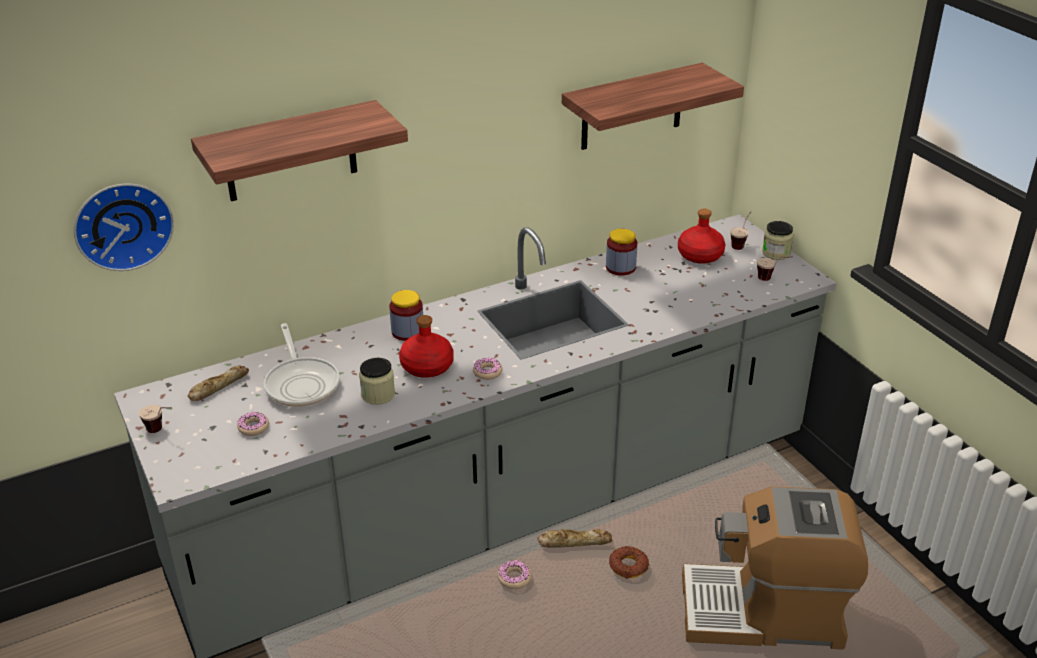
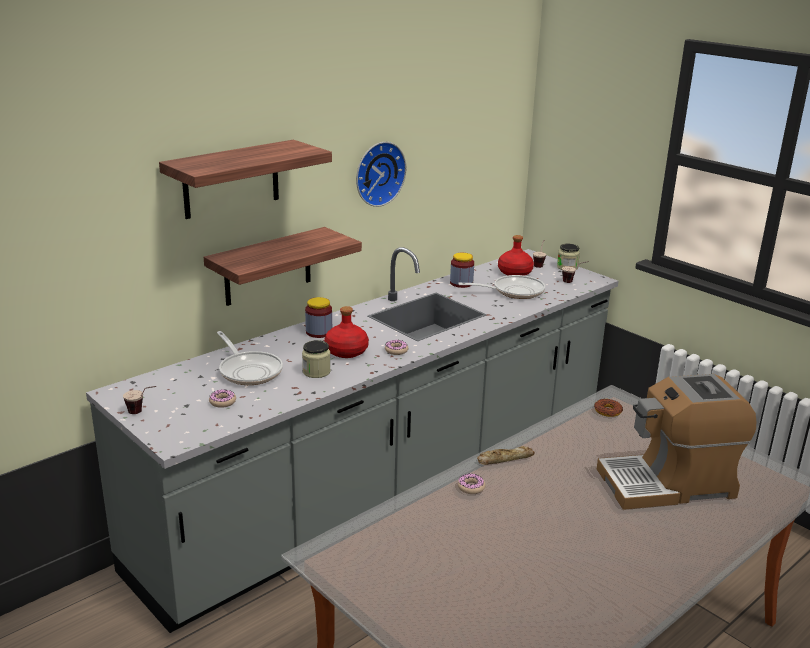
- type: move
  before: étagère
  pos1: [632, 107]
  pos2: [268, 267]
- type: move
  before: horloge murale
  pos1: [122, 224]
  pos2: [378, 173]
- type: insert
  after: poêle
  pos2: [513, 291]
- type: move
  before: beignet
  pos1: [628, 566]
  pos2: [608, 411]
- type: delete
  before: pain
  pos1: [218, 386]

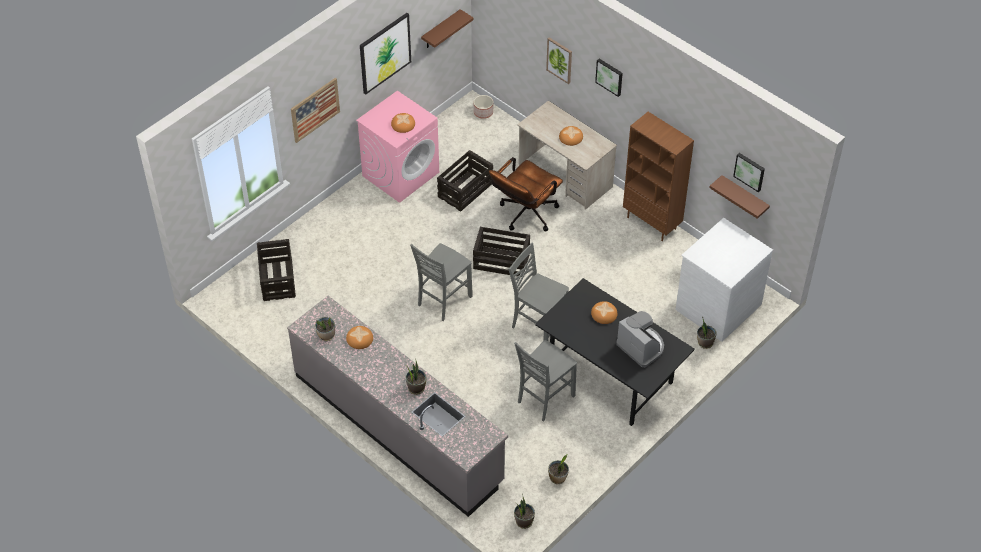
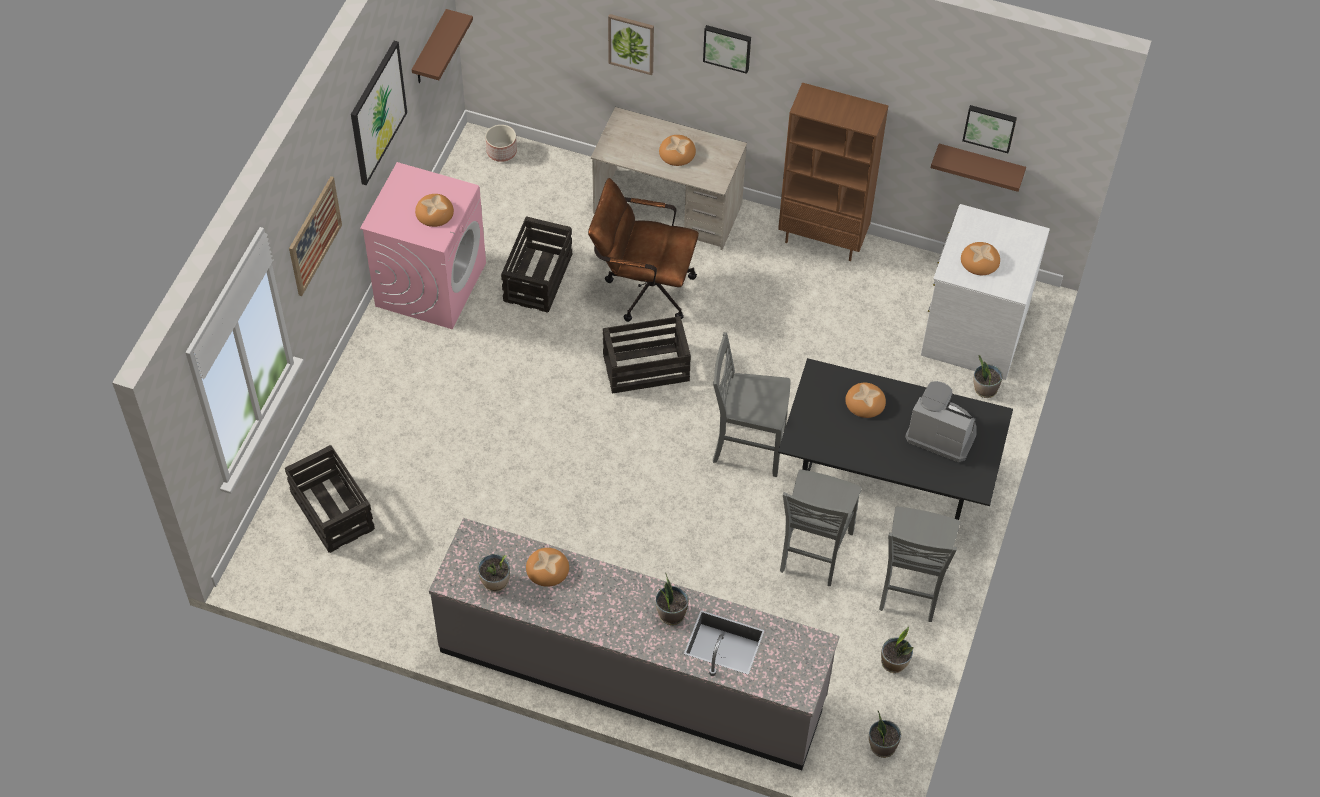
- type: rotate
  before: chaise de bureau (marron)
  pos1: [525, 216]
  pos2: [643, 288]
  turn: 90
- type: move
  before: chaise (gris)
  pos1: [443, 301]
  pos2: [911, 588]
- type: insert
  after: pain
  pos2: [979, 261]

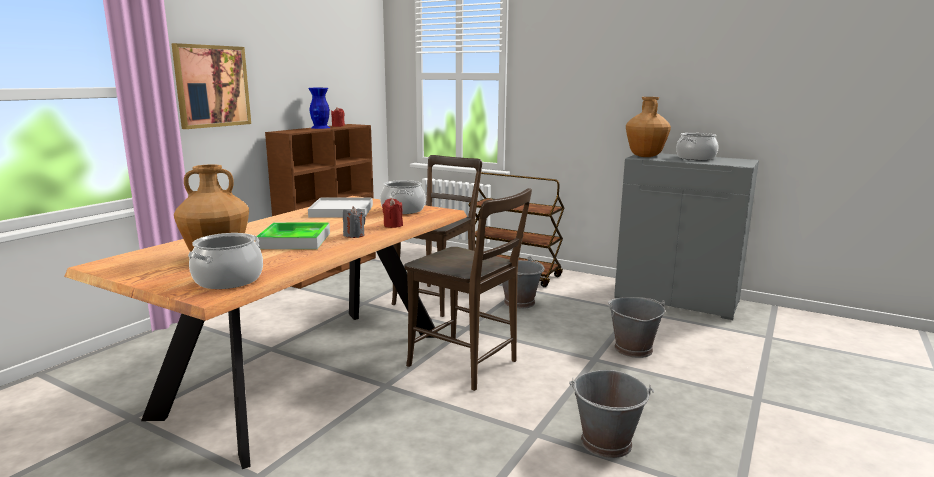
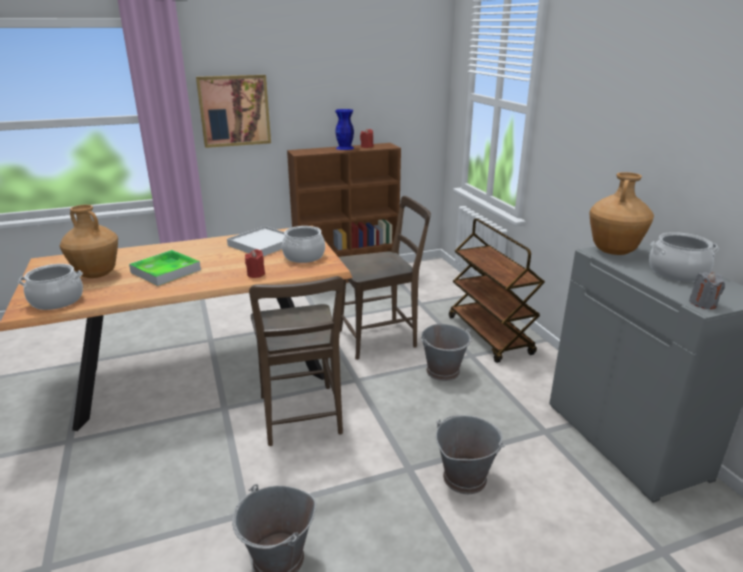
- type: move
  before: bougie (gris)
  pos1: [354, 235]
  pos2: [703, 303]

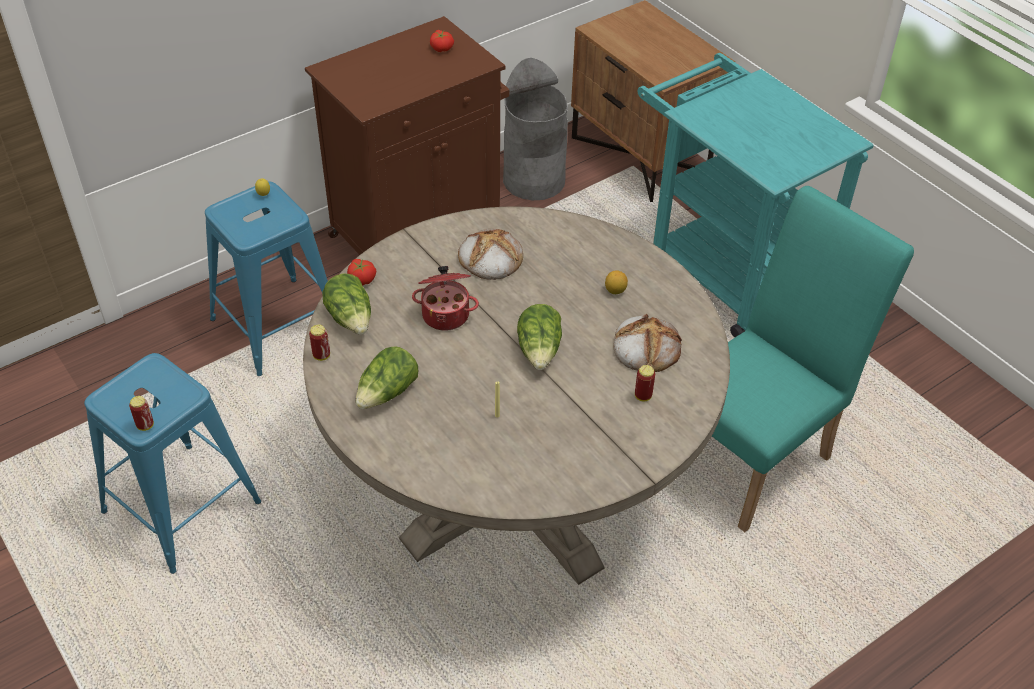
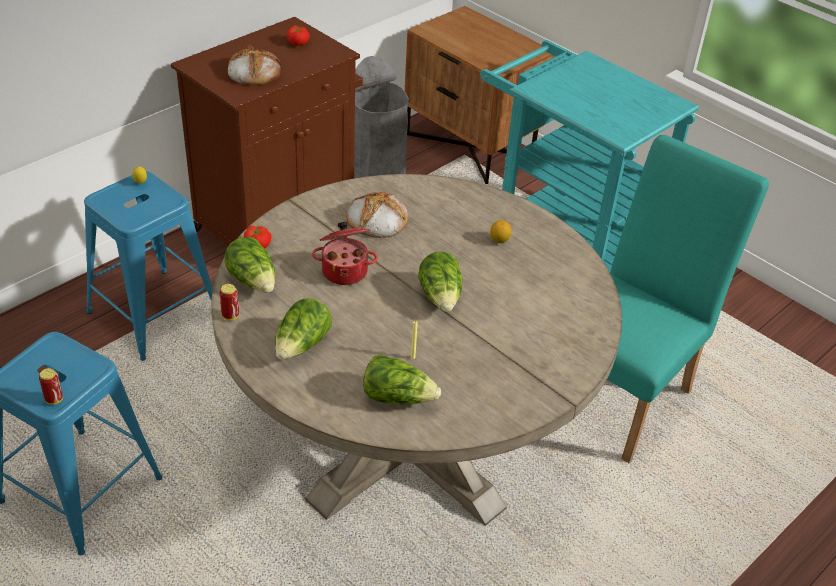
- type: move
  before: pain
  pos1: [645, 347]
  pos2: [253, 71]
- type: insert
  after: laitue
  pos2: [397, 397]
- type: delete
  before: boîte métallique
  pos1: [643, 396]

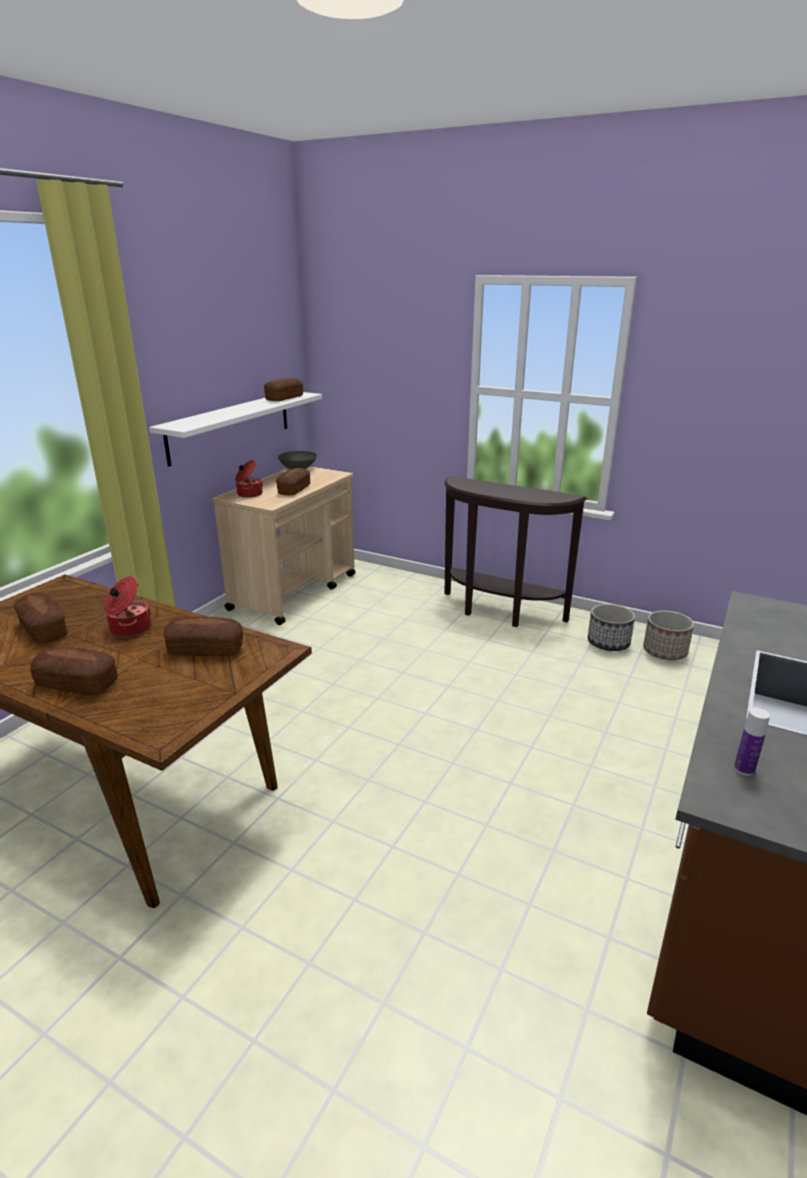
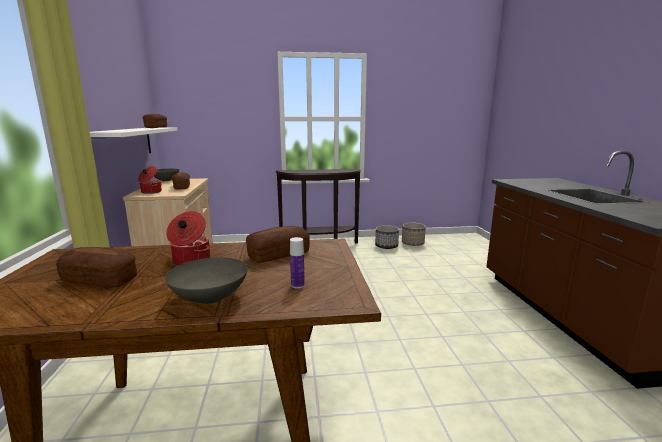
- type: replace
  before: pain
  after: bol (gris)
  pos1: [77, 684]
  pos2: [209, 298]
- type: move
  before: bouteille
  pos1: [744, 769]
  pos2: [297, 285]

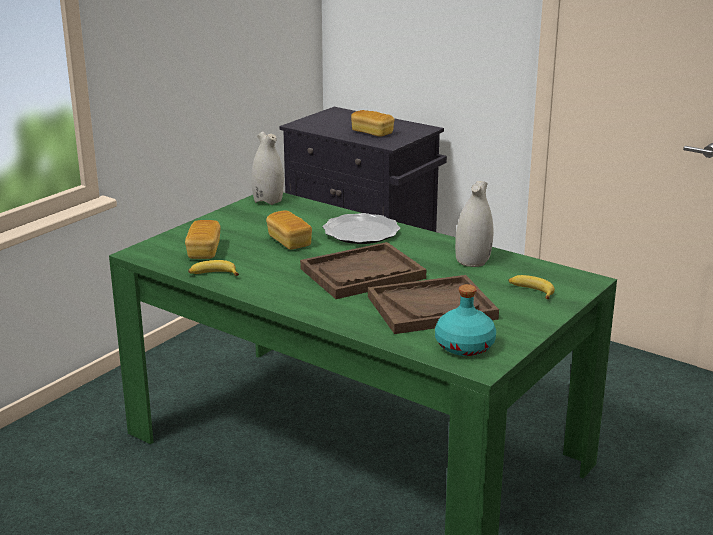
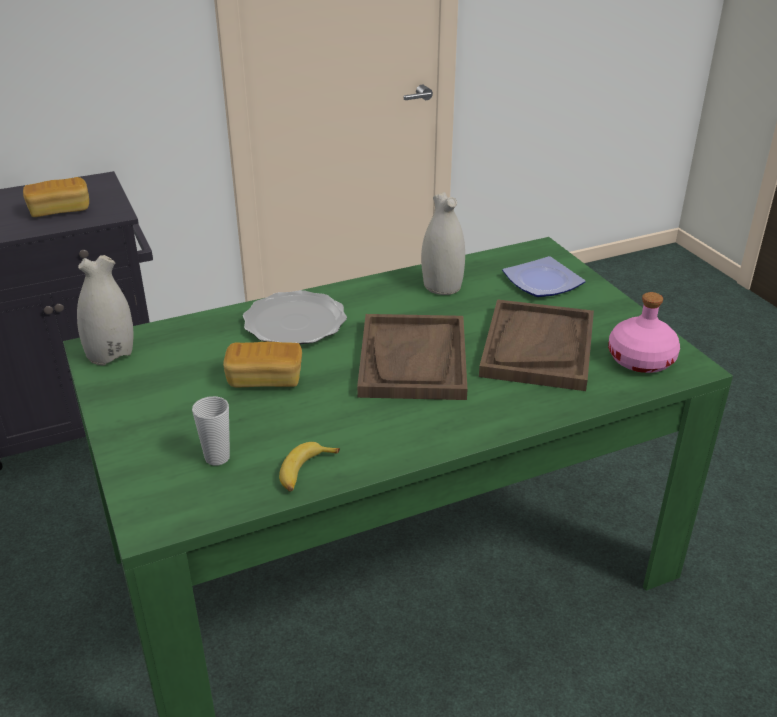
- type: replace
  before: pain
  after: tasse
  pos1: [204, 251]
  pos2: [217, 457]
- type: replace
  before: banane
  after: assiette
  pos1: [531, 291]
  pos2: [542, 283]
- type: recolor
  before: bouteille (turquoise)
  after: bouteille (rose)
  pos1: [465, 346]
  pos2: [641, 359]

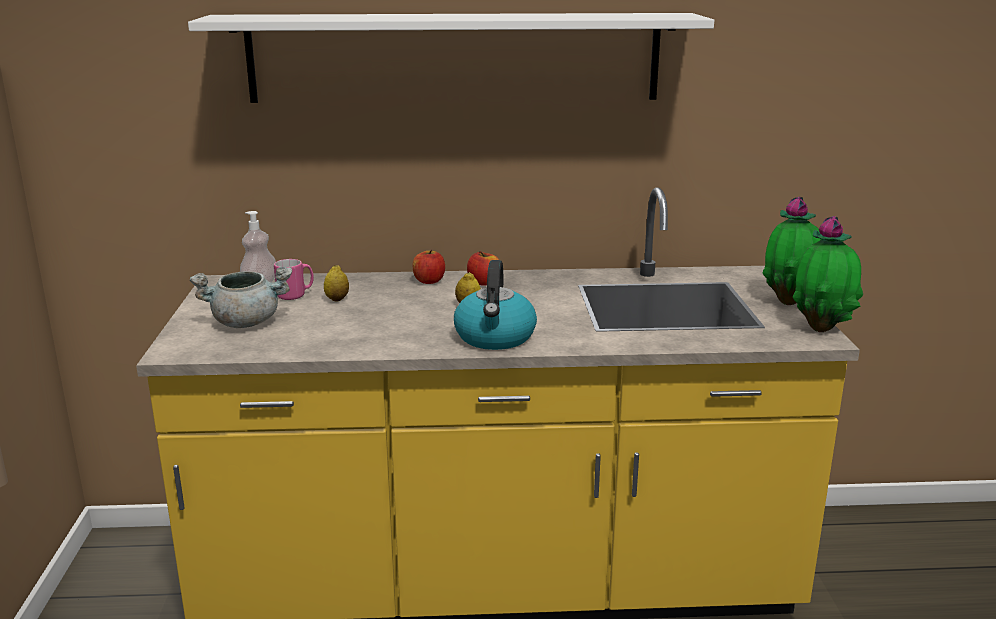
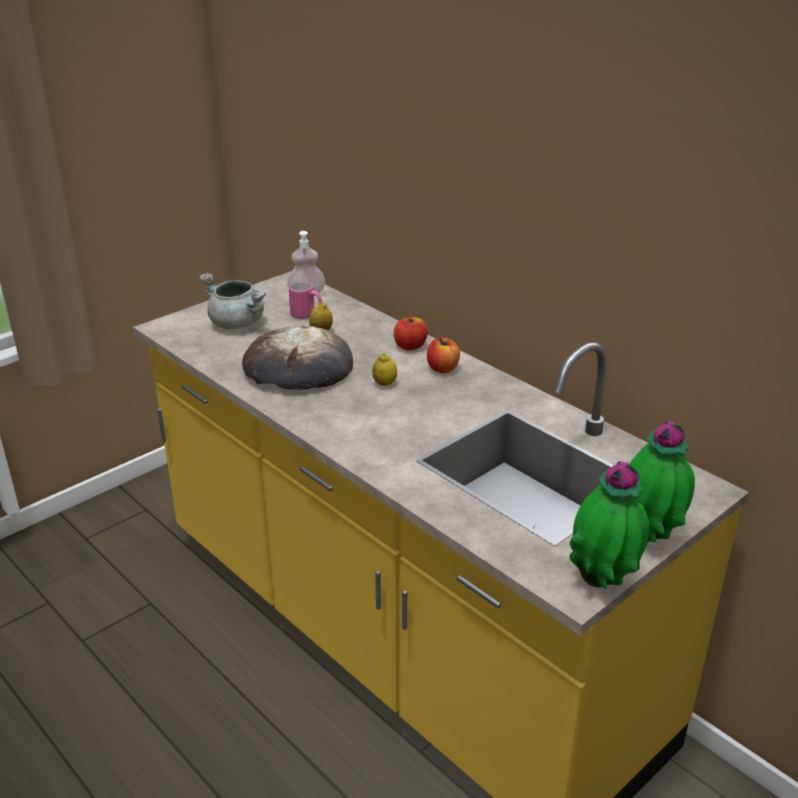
- type: insert
  after: pain
  pos2: [297, 367]
- type: delete
  before: étagère (blanc)
  pos1: [454, 58]
- type: delete
  before: bouilloire
  pos1: [495, 337]

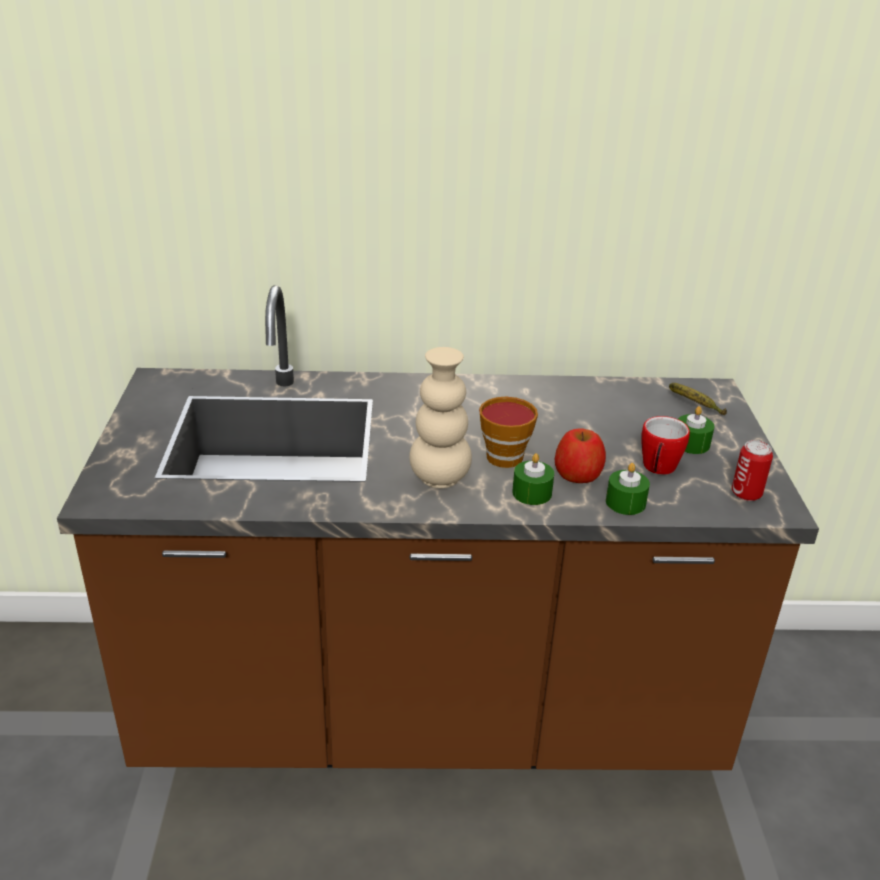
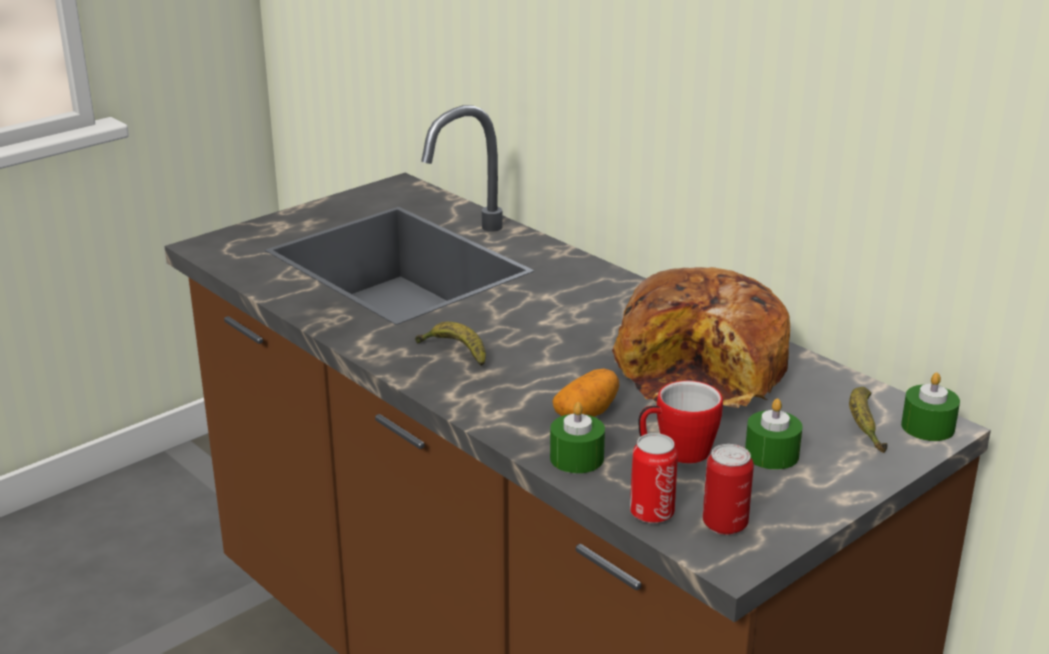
- type: replace
  before: vase (beige)
  after: banane
  pos1: [439, 479]
  pos2: [455, 352]
- type: replace
  before: pomme
  after: pomme de terre
  pos1: [578, 473]
  pos2: [586, 413]
- type: insert
  after: pain
  pos2: [705, 369]
- type: insert
  after: boîte métallique
  pos2: [651, 513]
- type: move
  before: bougie (vert)
  pos1: [532, 493]
  pos2: [927, 427]
- type: delete
  before: tasse
  pos1: [500, 455]

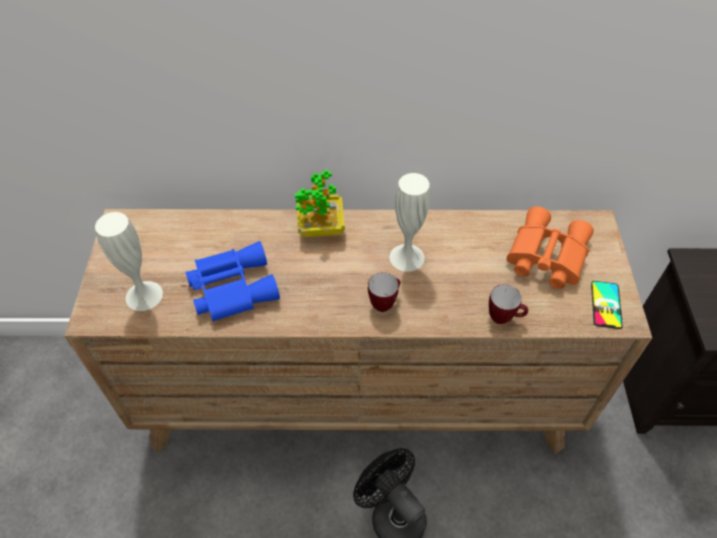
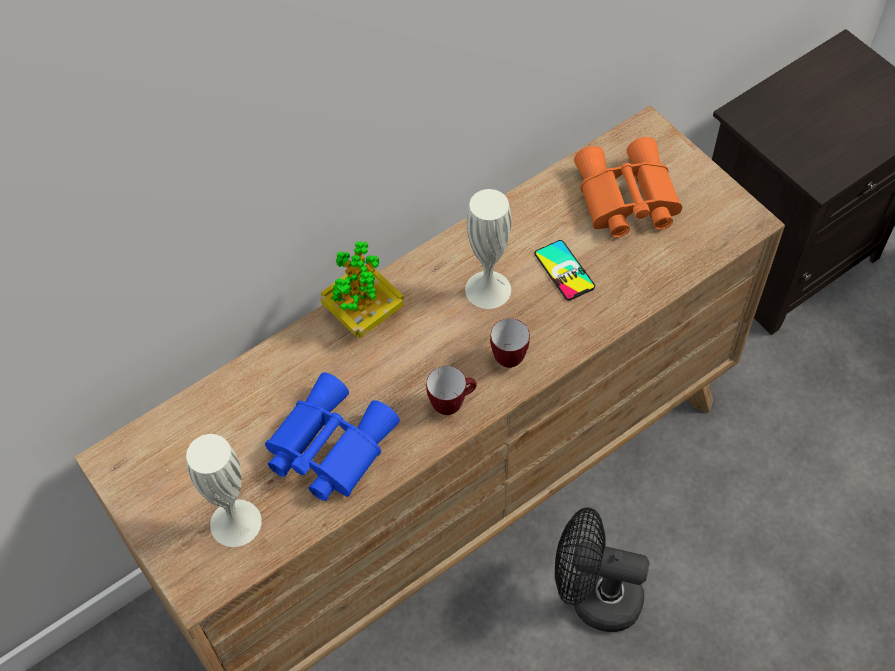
- type: move
  before: mug
  pos1: [504, 318]
  pos2: [452, 404]
- type: move
  before: téléphone
  pos1: [606, 305]
  pos2: [564, 270]

